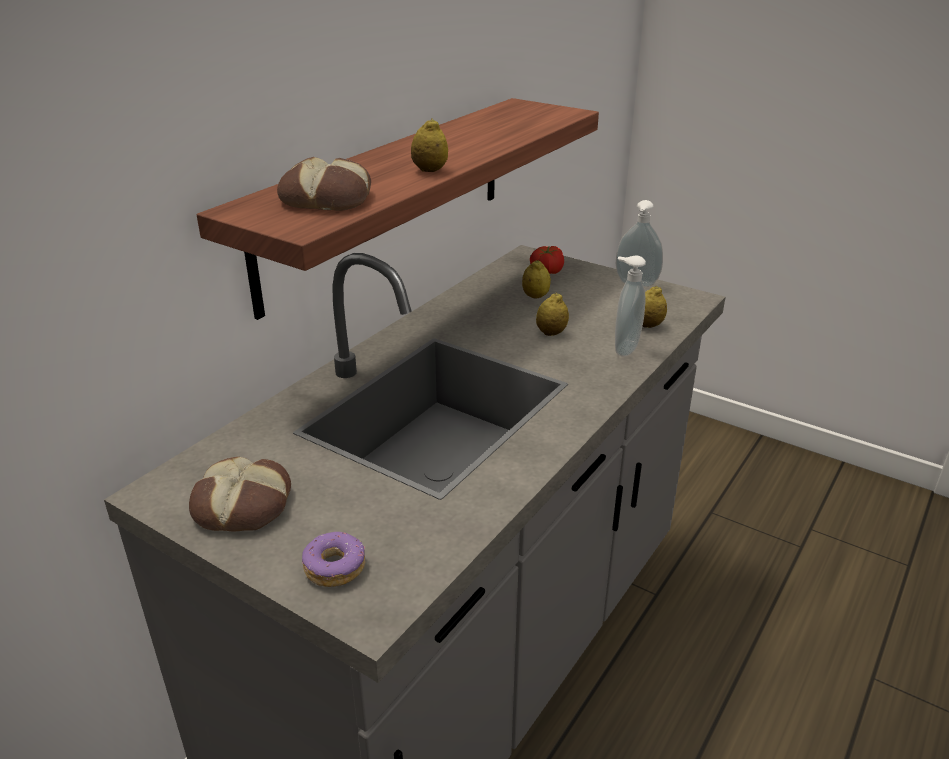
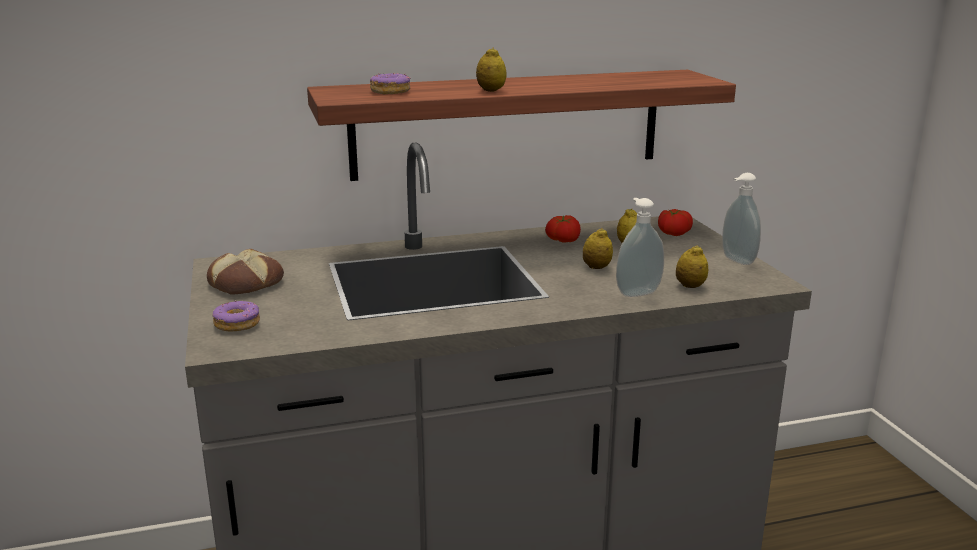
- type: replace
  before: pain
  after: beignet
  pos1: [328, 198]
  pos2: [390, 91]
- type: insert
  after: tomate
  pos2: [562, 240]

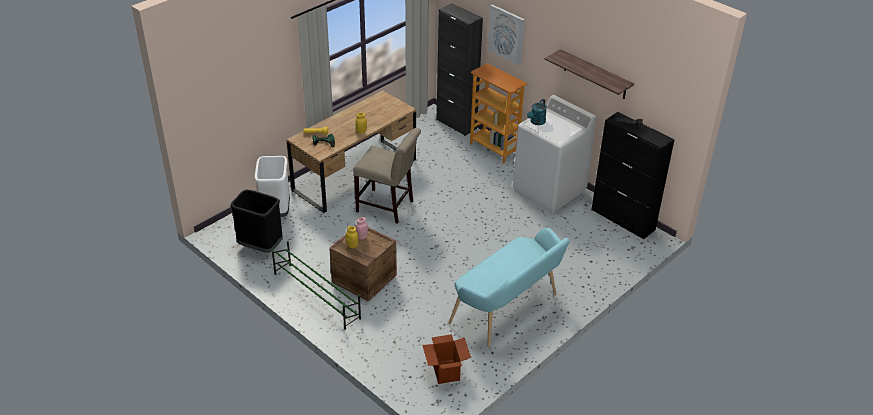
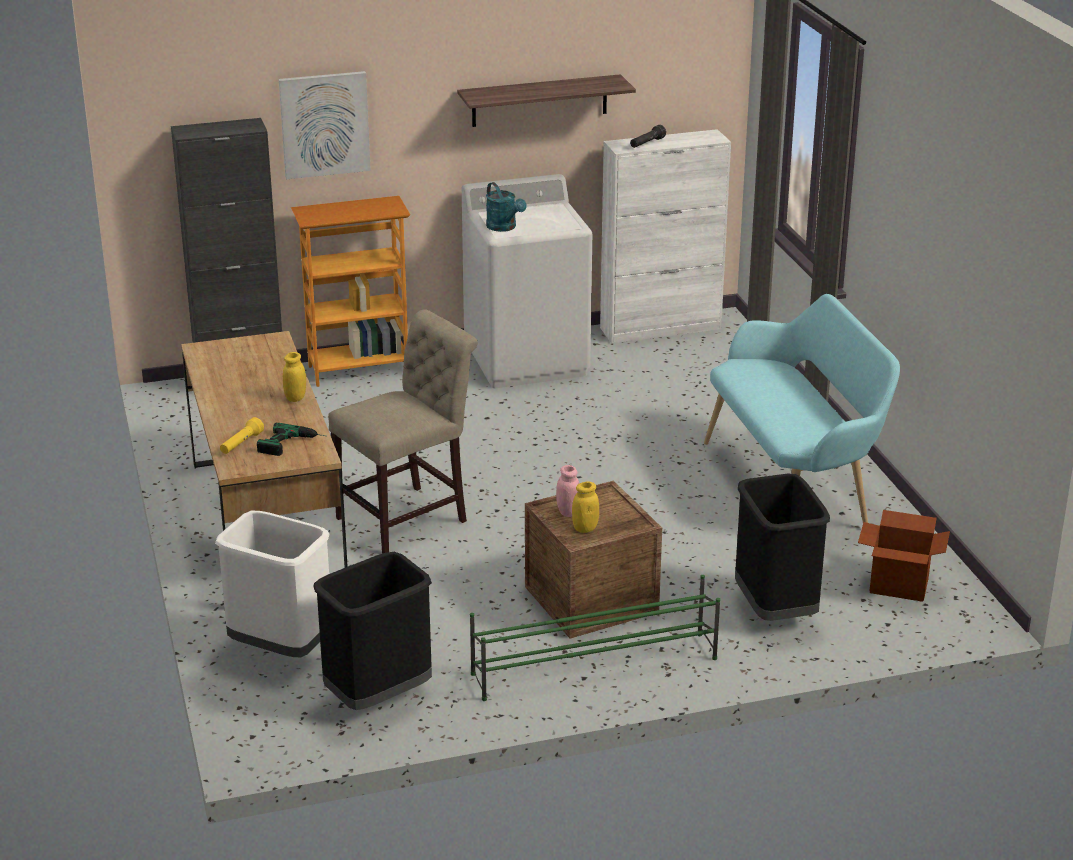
- type: recolor
  before: meuble de rangement (noir)
  after: meuble de rangement (blanc)
  pos1: [623, 220]
  pos2: [661, 328]
- type: insert
  after: poubelle (noir)
  pos2: [775, 610]

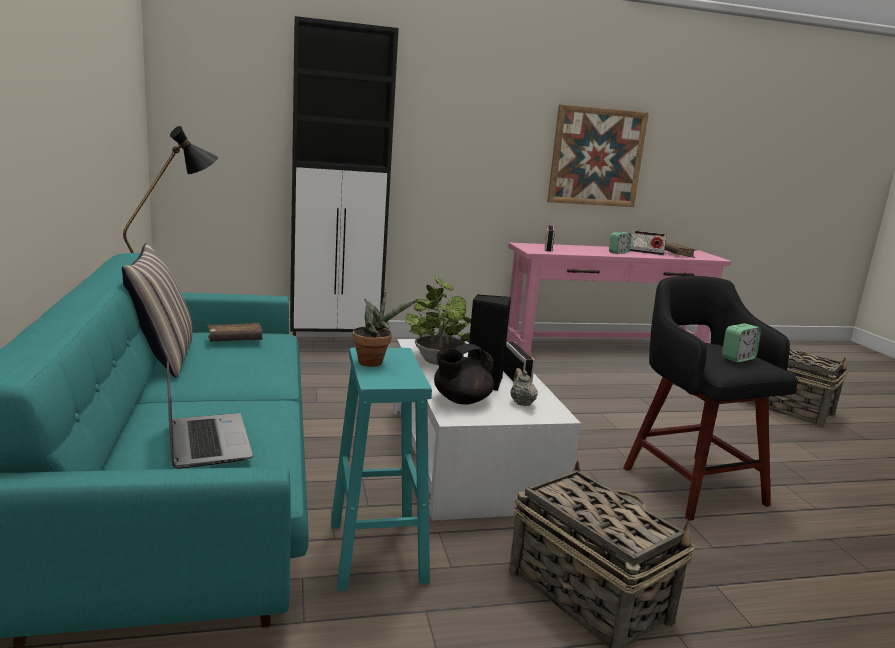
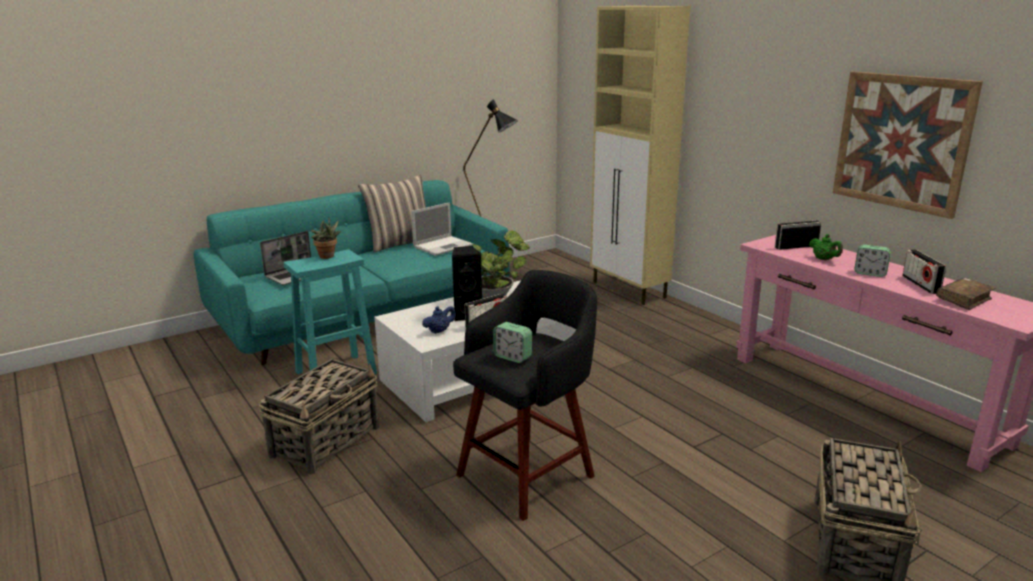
- type: replace
  before: livre (marron)
  after: ordinateur portable
  pos1: [235, 340]
  pos2: [444, 246]
- type: recolor
  before: théière (beige)
  after: théière (bleu)
  pos1: [521, 402]
  pos2: [439, 331]
- type: recolor
  before: meuble de rangement (noir)
  after: meuble de rangement (beige)
  pos1: [336, 344]
  pos2: [629, 290]
- type: insert
  after: théière (vert)
  pos2: [824, 259]
- type: delete
  before: théière (noir)
  pos1: [461, 400]

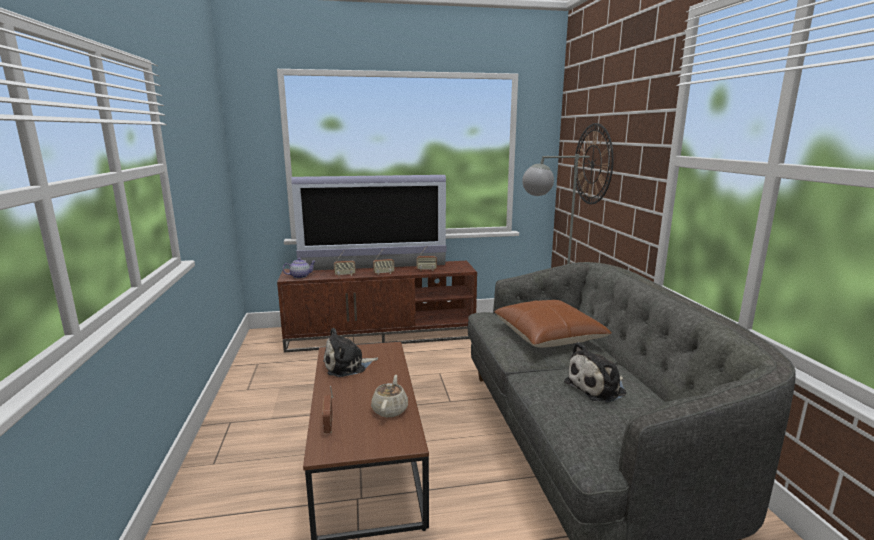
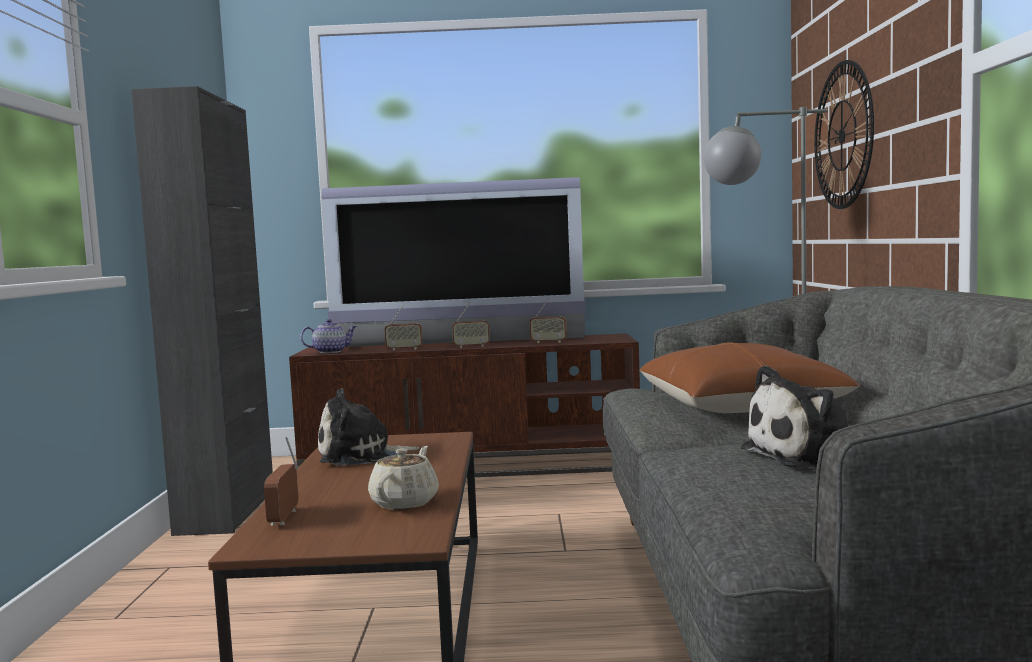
- type: insert
  after: meuble de rangement (noir)
  pos2: [226, 512]

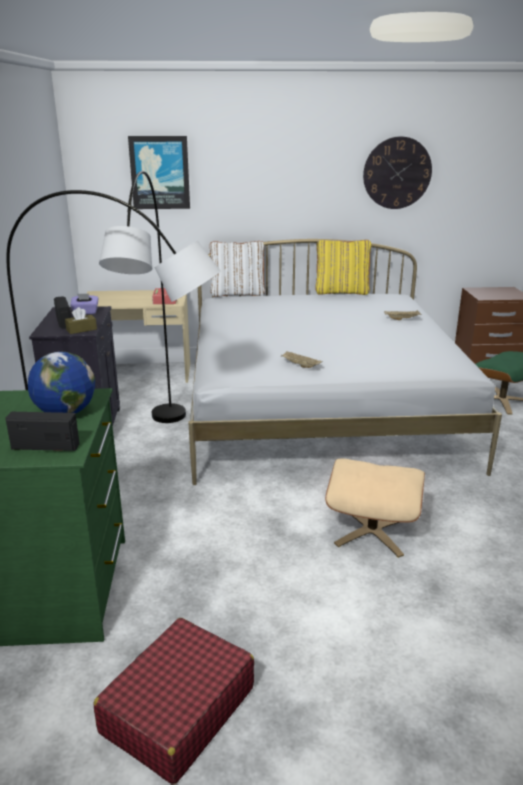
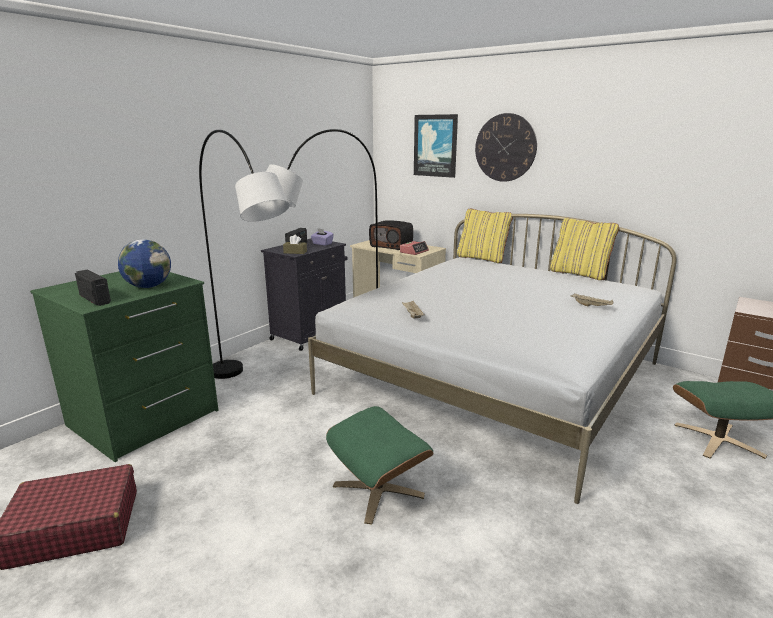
- type: recolor
  before: pouf (beige)
  after: pouf (vert)
  pos1: [372, 531]
  pos2: [378, 490]
- type: insert
  after: radio
  pos2: [391, 246]
- type: recolor
  before: coussin (blanc)
  after: coussin (jaune)
  pos1: [237, 294]
  pos2: [482, 258]
- type: move
  before: horloge murale
  pos1: [397, 173]
  pos2: [505, 148]

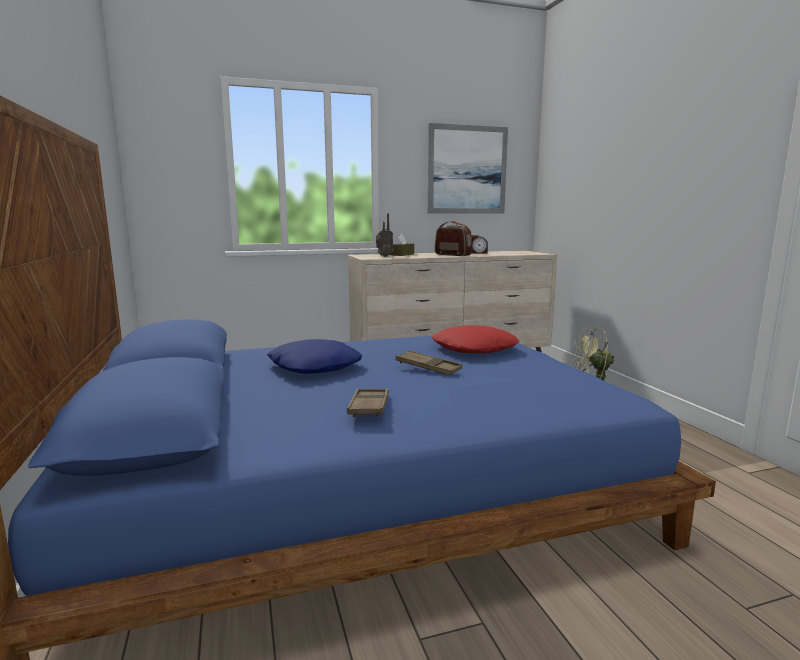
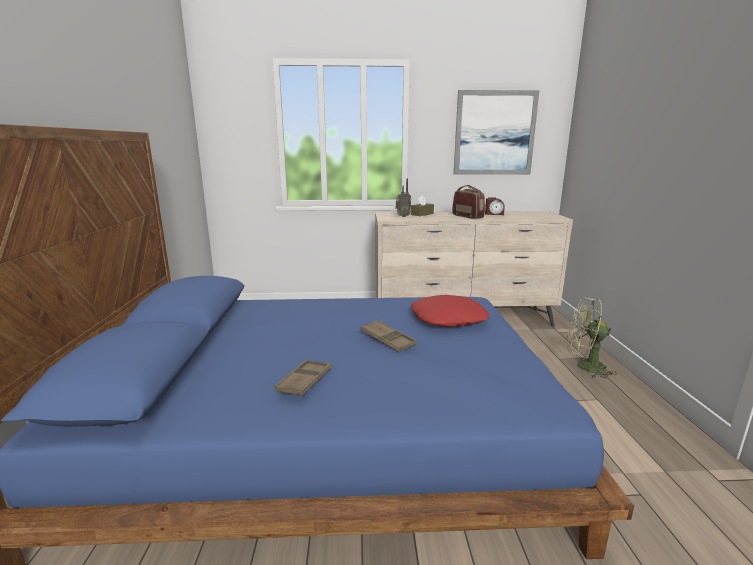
- type: delete
  before: coussin (bleu)
  pos1: [314, 366]

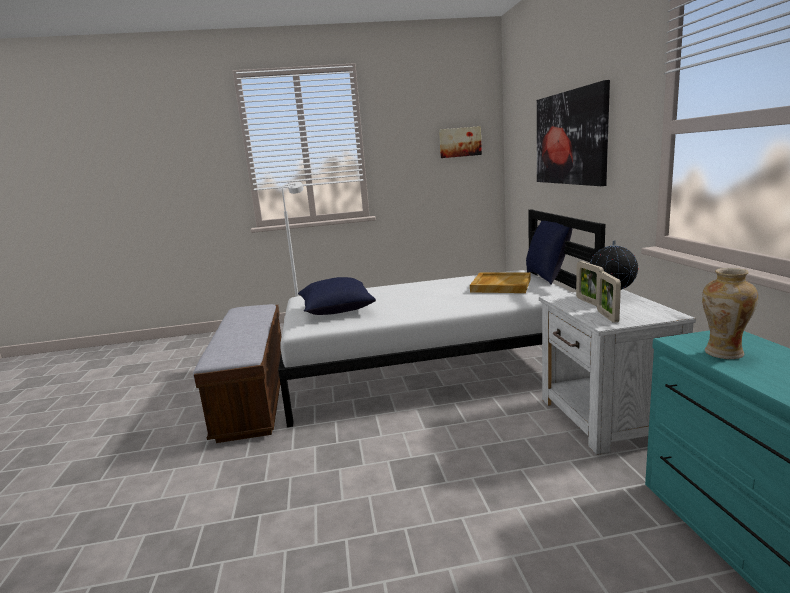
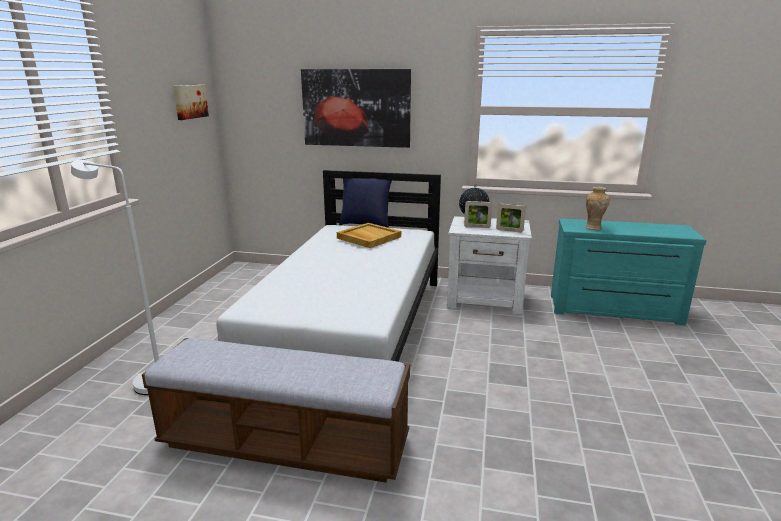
- type: delete
  before: coussin (bleu)
  pos1: [336, 310]

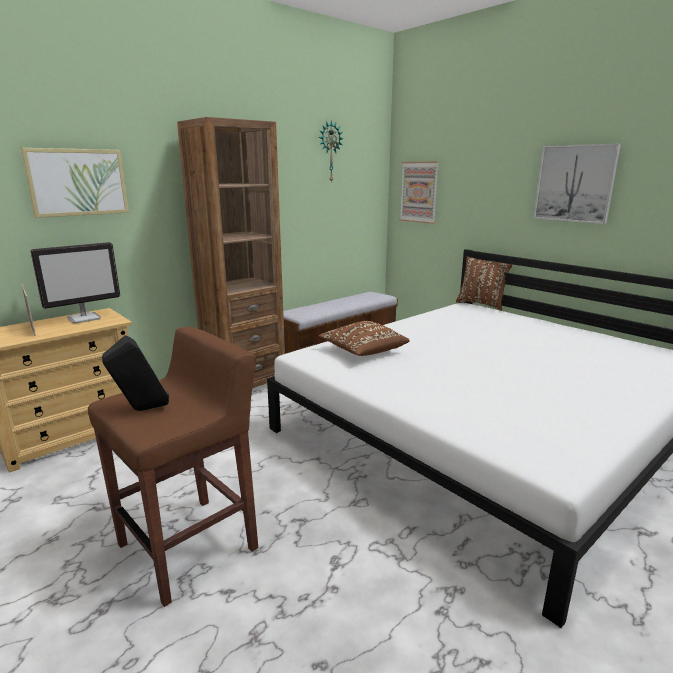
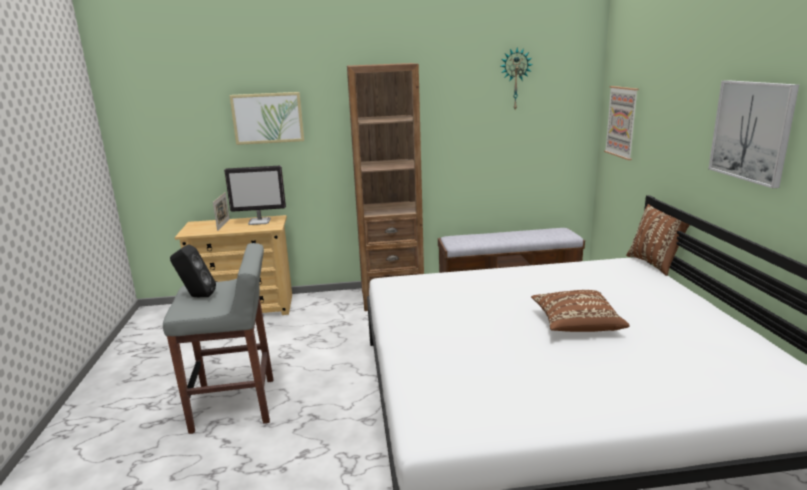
- type: recolor
  before: tabouret (marron)
  after: tabouret (gris)
  pos1: [190, 546]
  pos2: [236, 405]
- type: move
  before: coussin (marron)
  pos1: [363, 351]
  pos2: [576, 324]

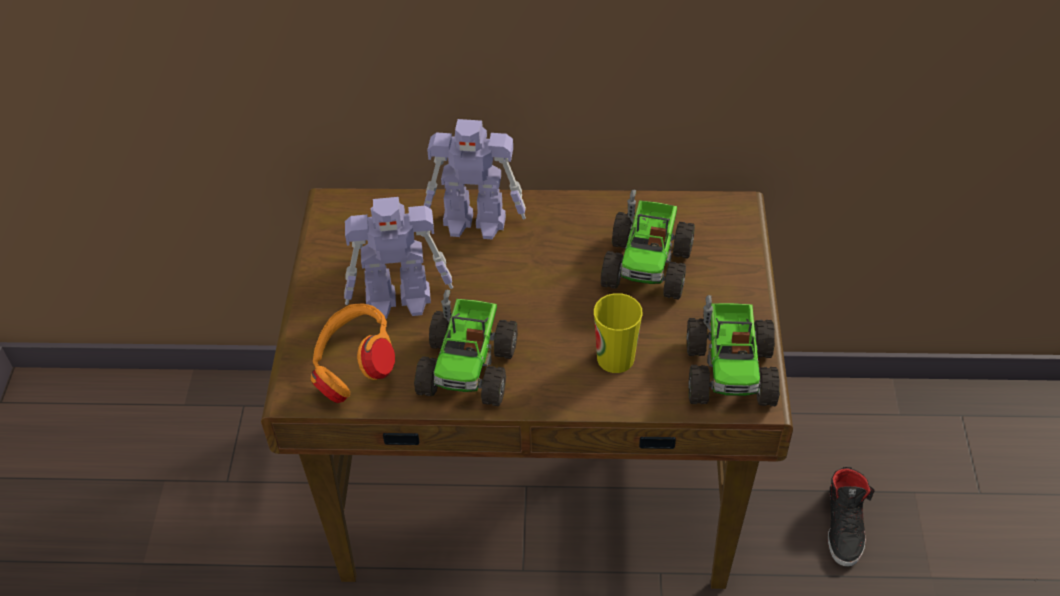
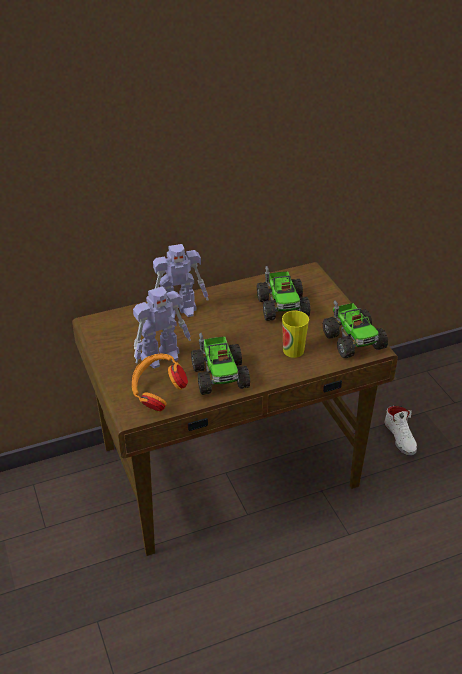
- type: recolor
  before: chaussure (noir)
  after: chaussure (blanc)
  pos1: [844, 525]
  pos2: [400, 437]

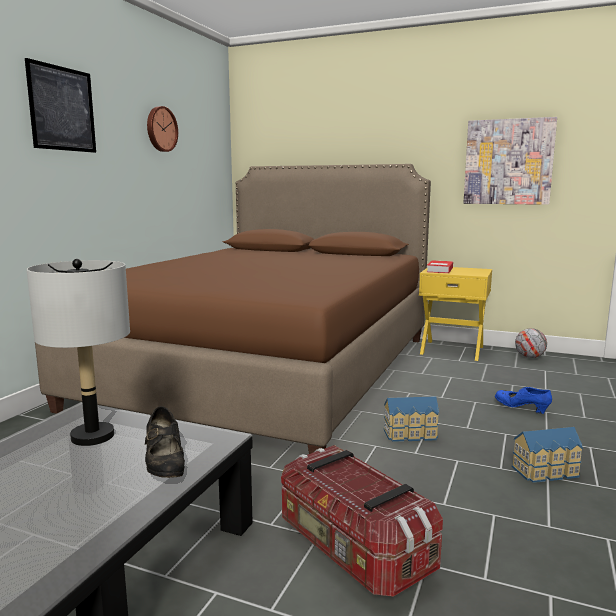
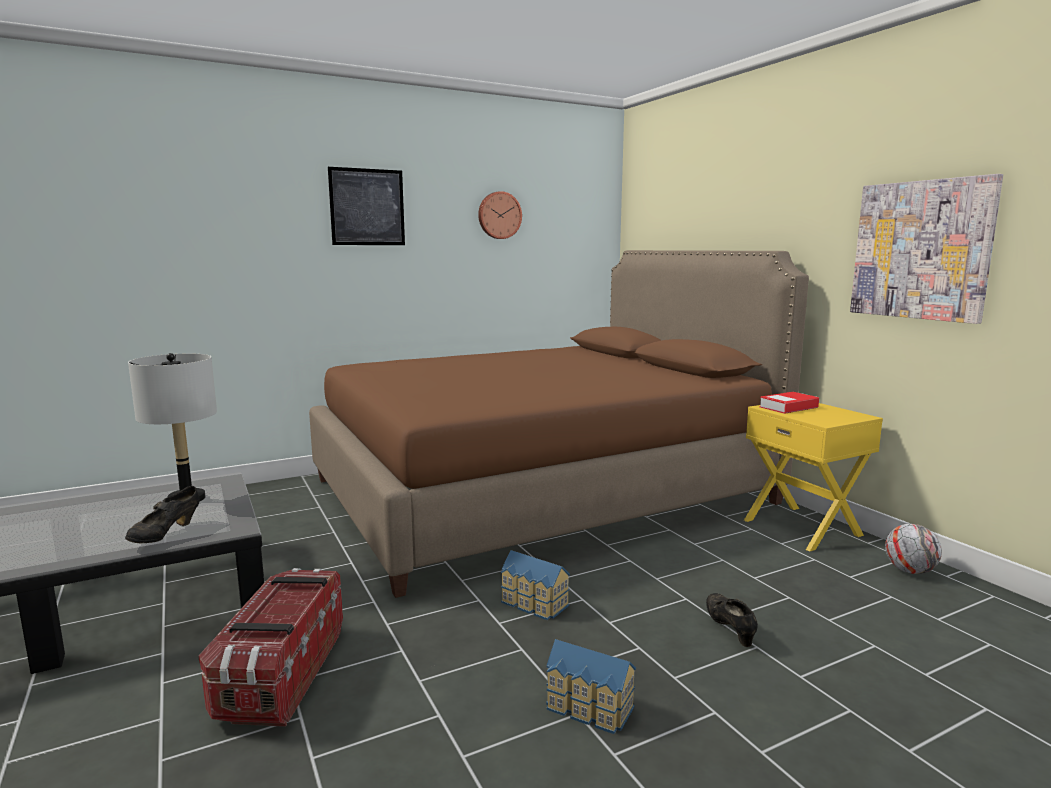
- type: recolor
  before: chaussure (bleu)
  after: chaussure (noir)
  pos1: [521, 408]
  pos2: [730, 629]

